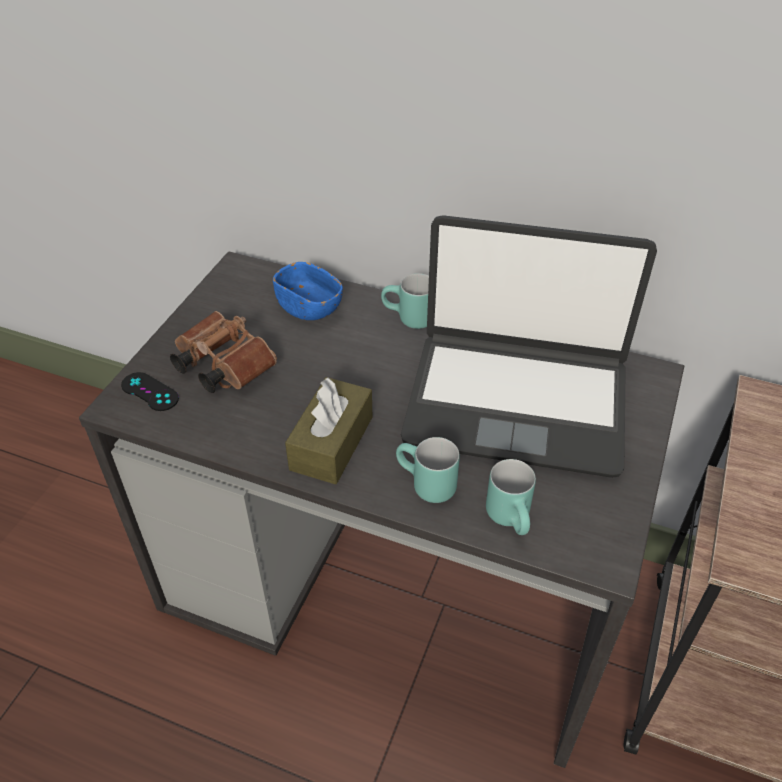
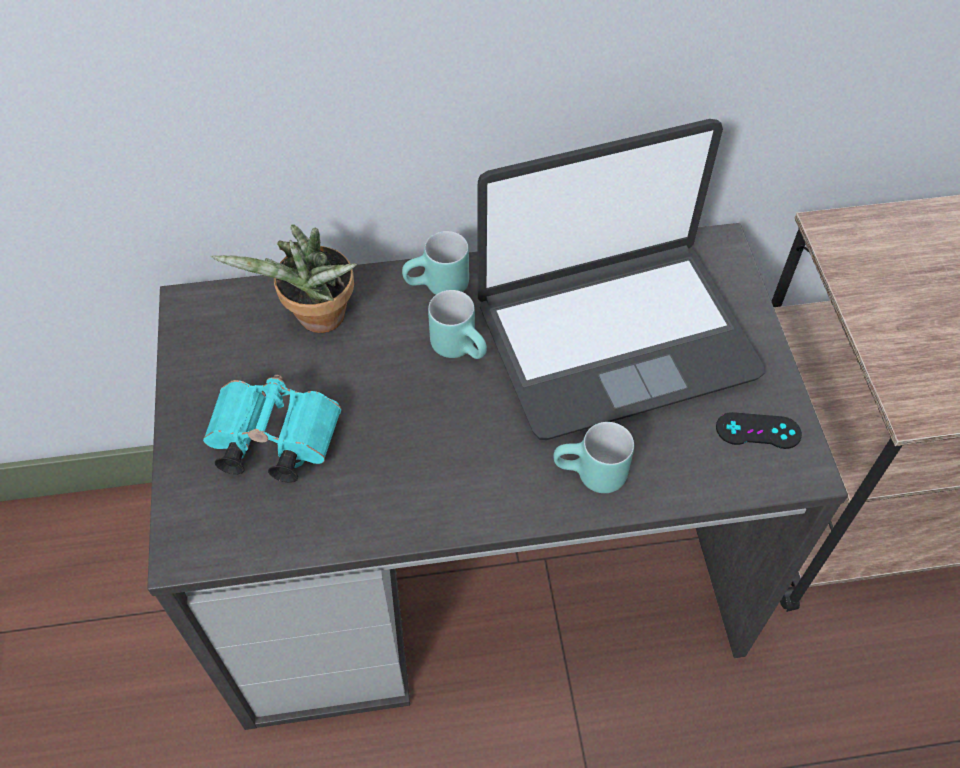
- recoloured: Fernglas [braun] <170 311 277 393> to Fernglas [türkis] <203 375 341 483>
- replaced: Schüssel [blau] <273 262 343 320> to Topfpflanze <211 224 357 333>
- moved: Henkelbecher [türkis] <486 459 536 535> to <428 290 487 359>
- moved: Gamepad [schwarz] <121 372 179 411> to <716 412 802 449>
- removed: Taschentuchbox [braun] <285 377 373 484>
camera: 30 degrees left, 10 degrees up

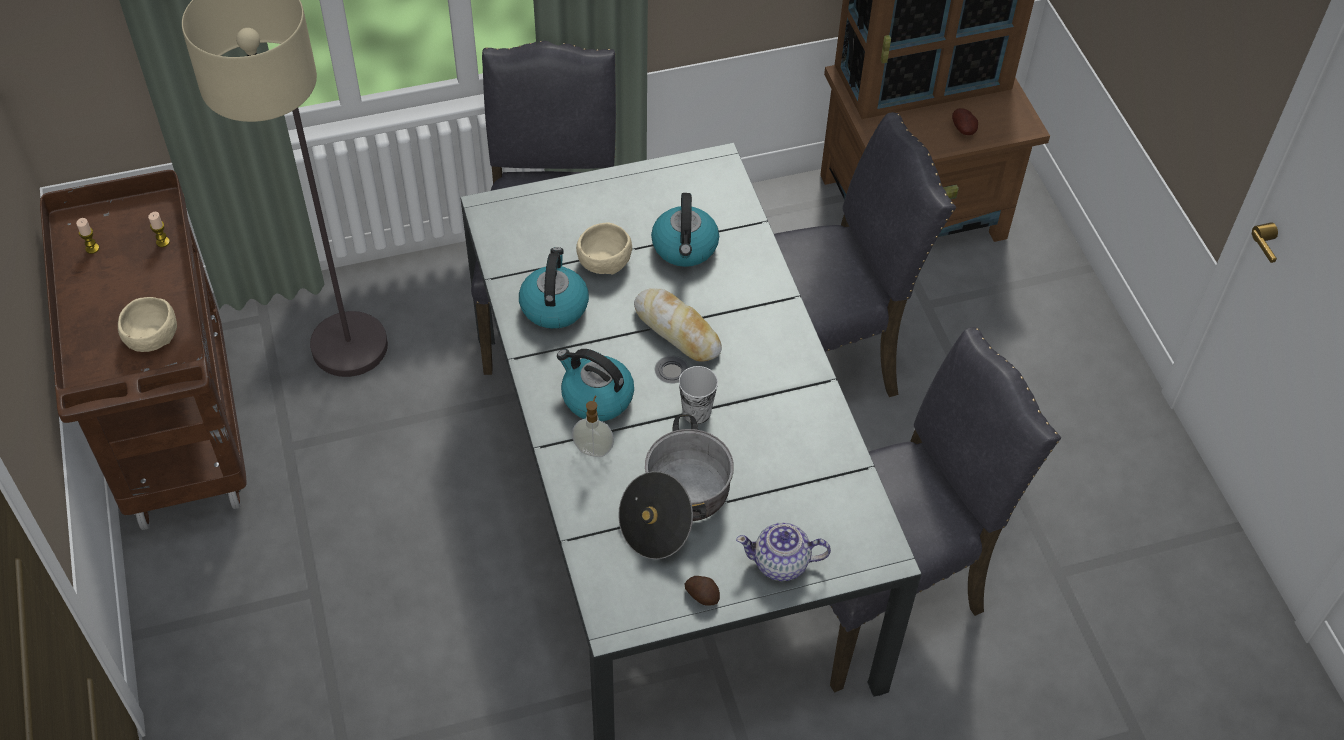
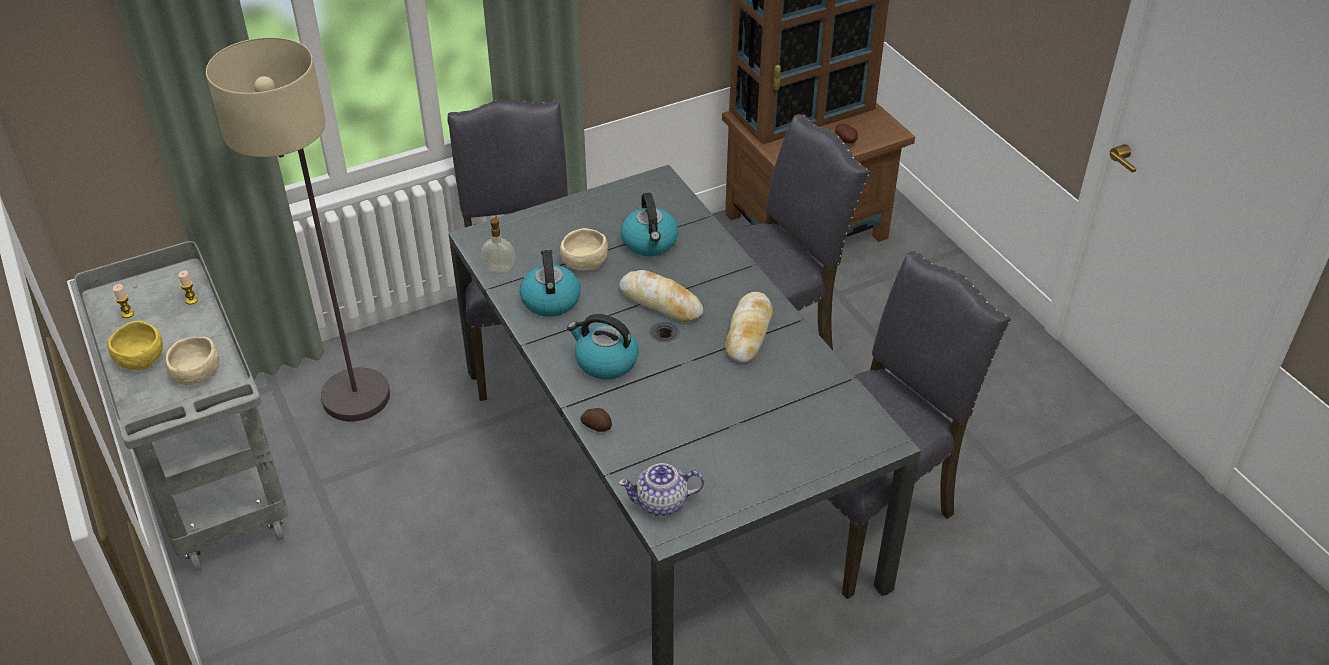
- recoloured: Rollwagen [braun] <40 170 247 530> to Rollwagen [grau] <74 241 289 571>
- added: Schüssel [gelb] <108 321 163 371>
- moved: Seifenspender <572 396 614 457> to <481 215 515 272>
- moved: Kartoffel <685 576 720 606> to <580 408 612 432>
- moved: Teekanne <736 522 831 581> to <618 463 704 516>
- added: Brot <725 292 773 363>
- removed: Kochtopf <618 414 734 559>
- removed: Tasse <679 366 718 424>
camera: 10 degrees left, 10 degrees down

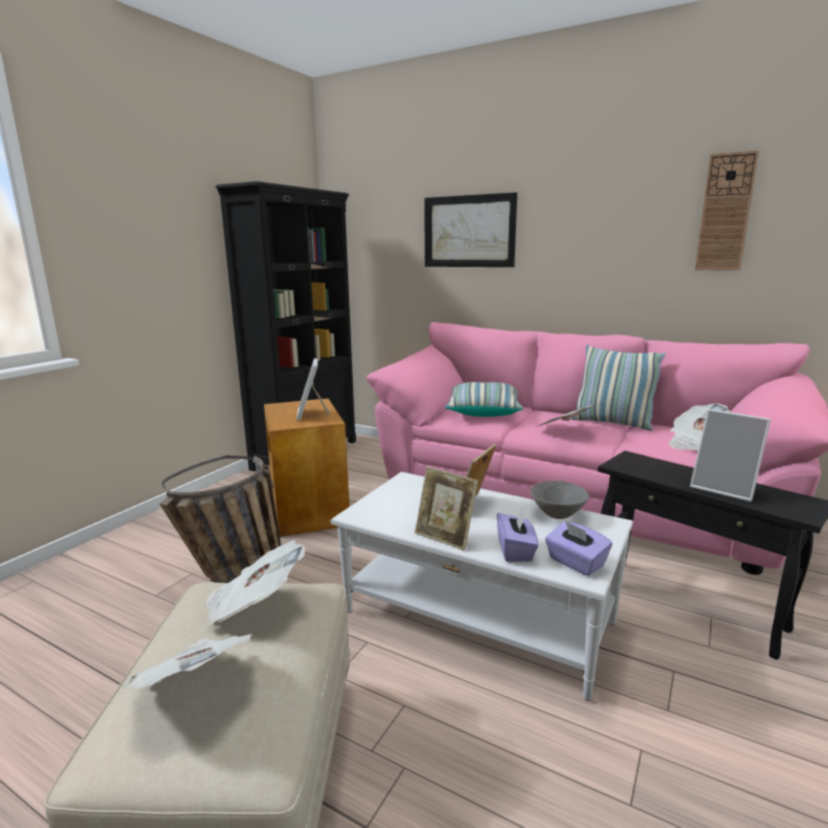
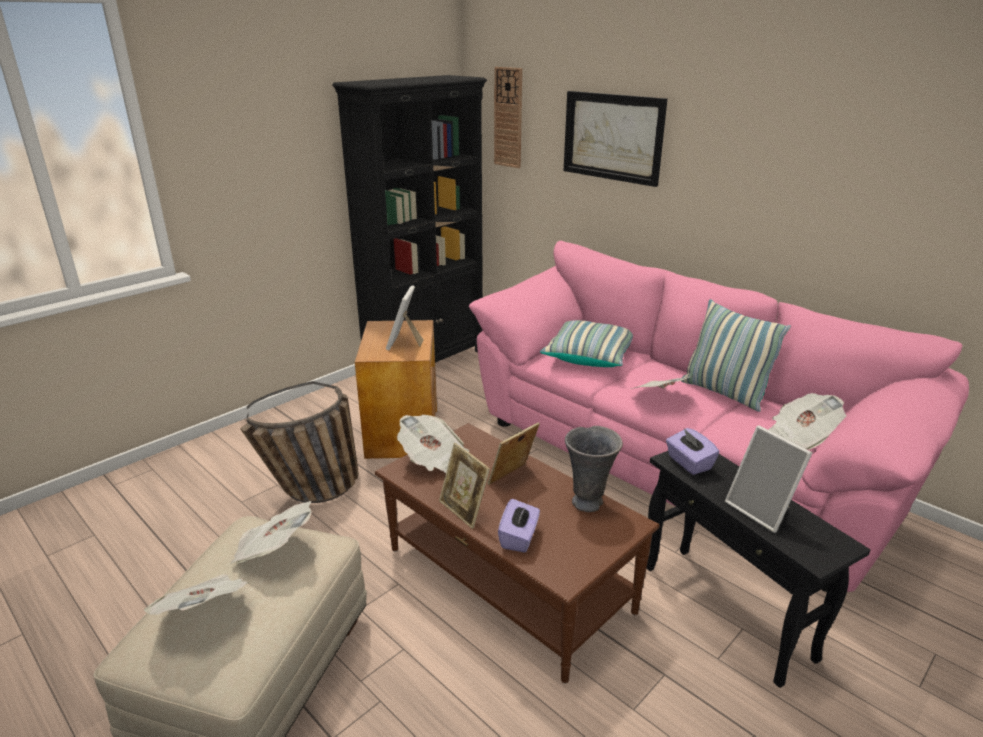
- recoloured: Couchtisch [weiß] <331 472 633 701> to Couchtisch [braun] <375 423 659 683>
- added: Zeitung <397 415 469 473>
- moved: Wanduhr <695 150 759 271> to <494 67 522 168>
- replaced: Schüssel [grau] <530 481 589 519> to Vase [grau] <565 426 623 512>
- moved: Taschentuchbox [lila] <545 521 612 576> to <666 428 720 475>
camera: 15 degrees right, 10 degrees up

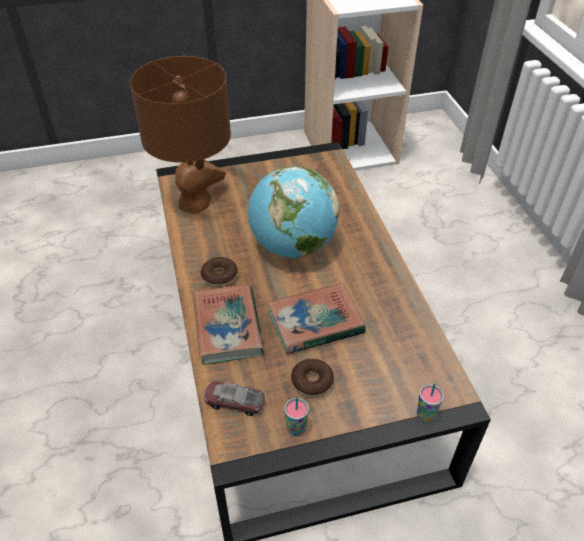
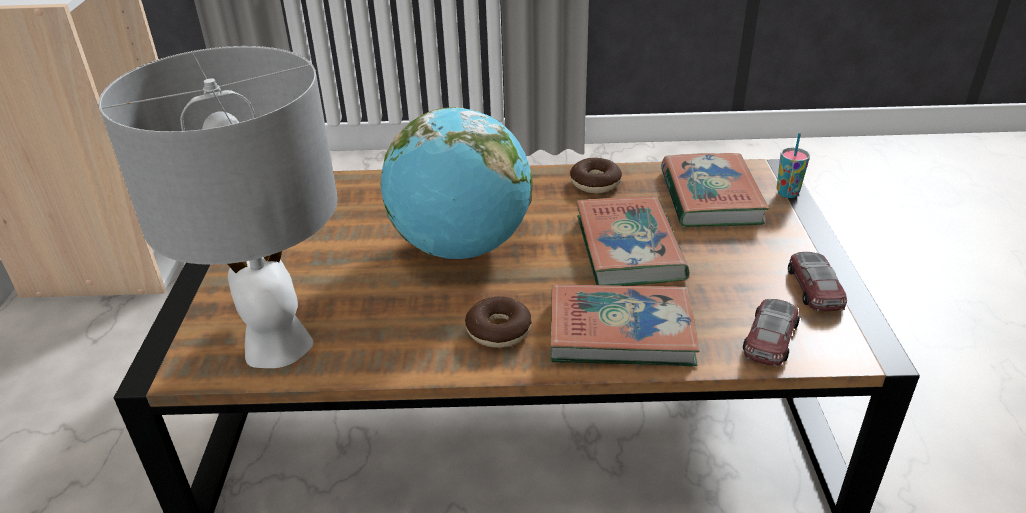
- recoloured: Tischlampe [braun] <130 56 231 214> to Tischlampe [grau] <99 46 338 368>
- moved: Donut <291 359 334 397> to <570 157 622 194>
- added: Buch <661 153 769 227>
- replaced: Tasse <285 397 309 436> to Spielzeugauto <788 252 847 311>
camera: 75 degrees left, 10 degrees down

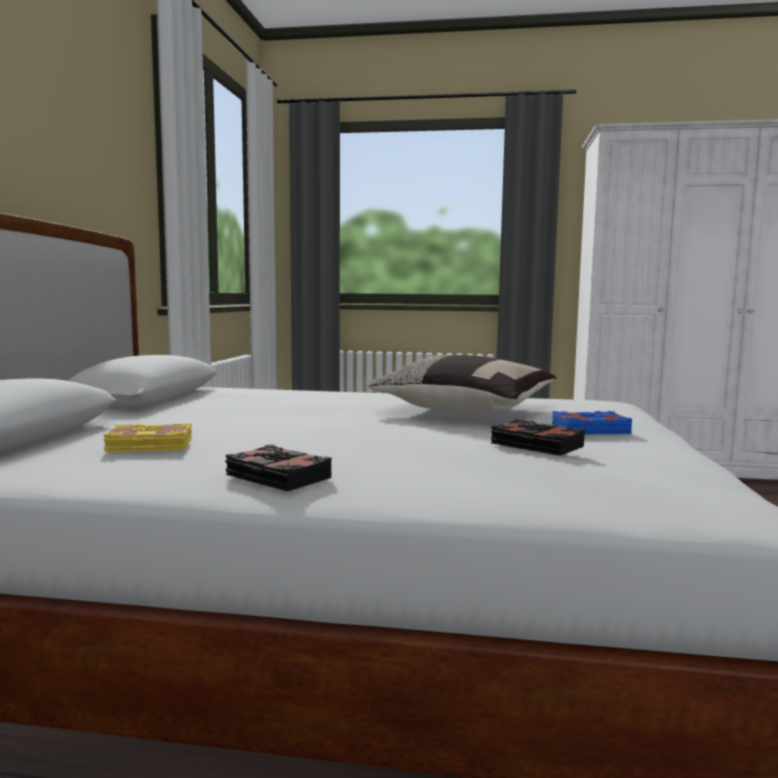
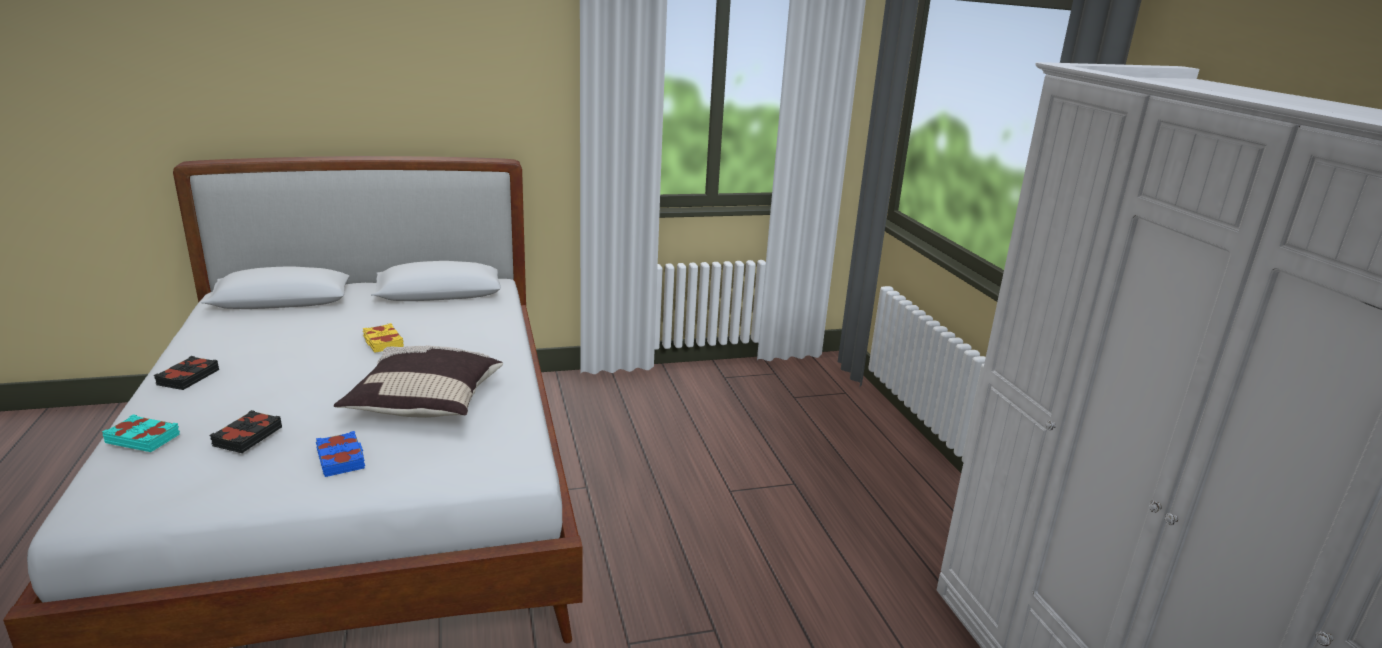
- added: Buch [türkis] <102 414 180 452>
- moved: Buch [gelb] <104 423 192 452> to <363 323 404 353>
camera: 65 degrees right, 15 degrees up

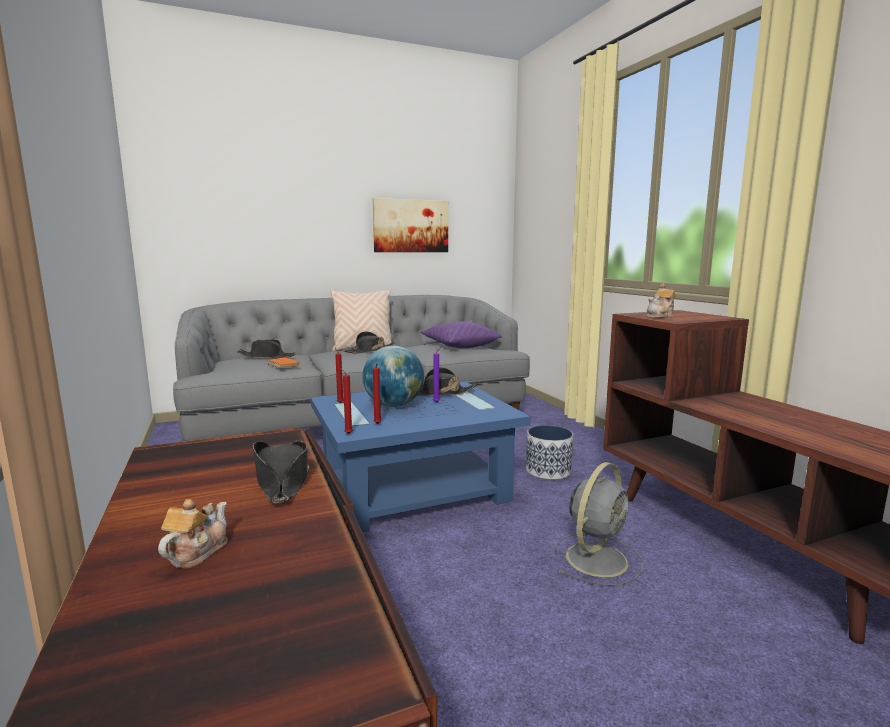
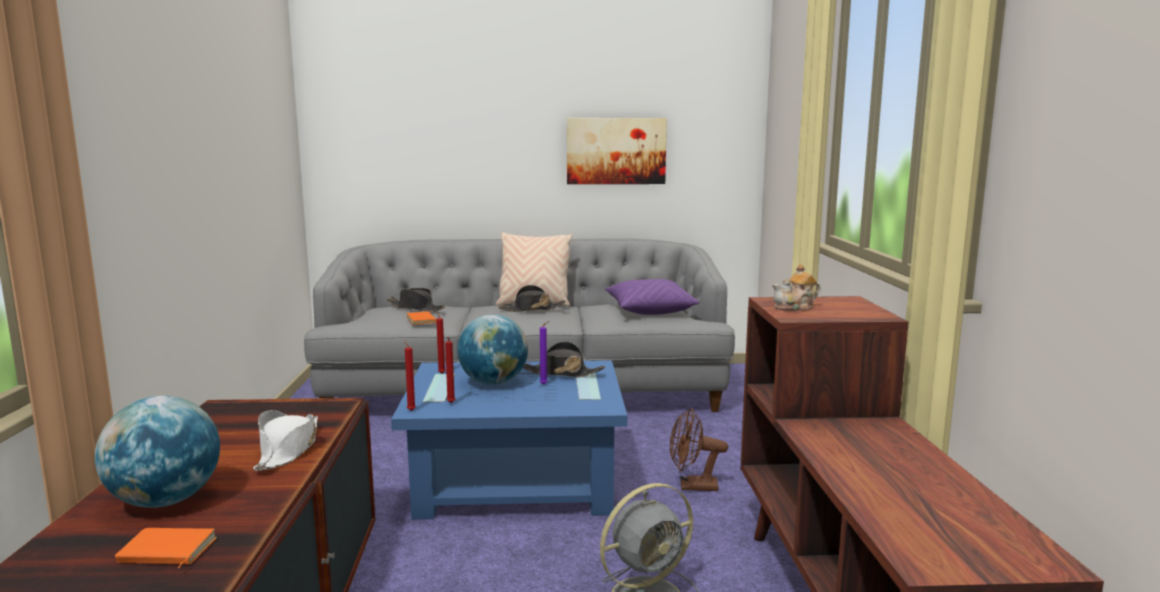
- replaced: Teekanne <158 499 228 568> to Globus <95 396 220 508>
- added: Buch [orange] <115 528 217 568>
- recoloured: Hut [schwarz] <253 441 309 503> to Hut [weiß] <253 410 318 471>
- replaced: Pflanzkübel <526 425 574 480> to Ventilator [braun] <670 408 728 491>
camera: 20 degrees right, 0 degrees up

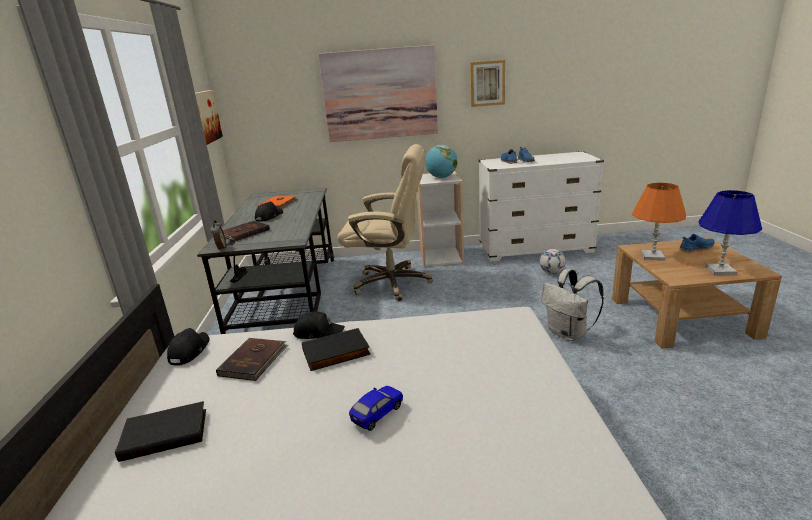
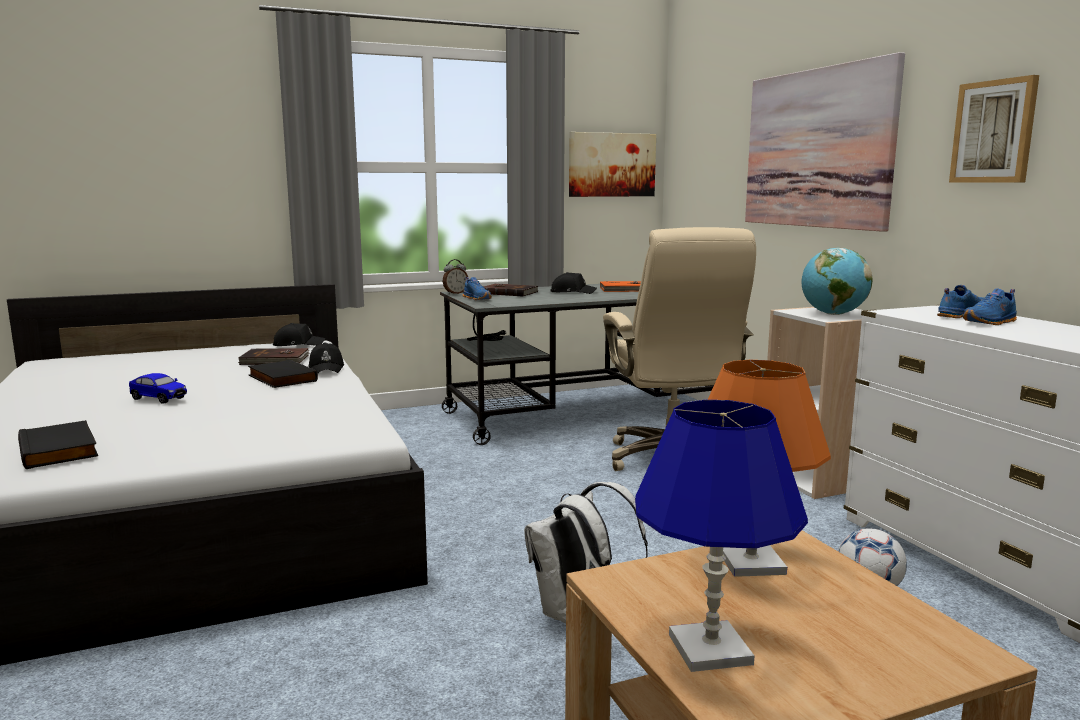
- moved: Buch [schwarz] <115 401 206 462> to <18 420 98 469>
- moved: Schuh [blau] <679 234 715 253> to <462 277 492 300>
camera: 70 degrees right, 10 degrees down

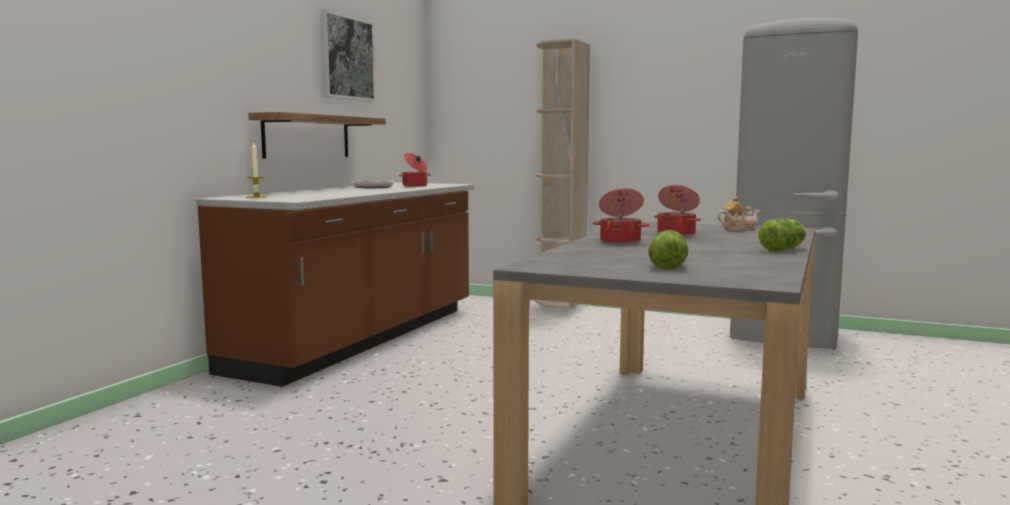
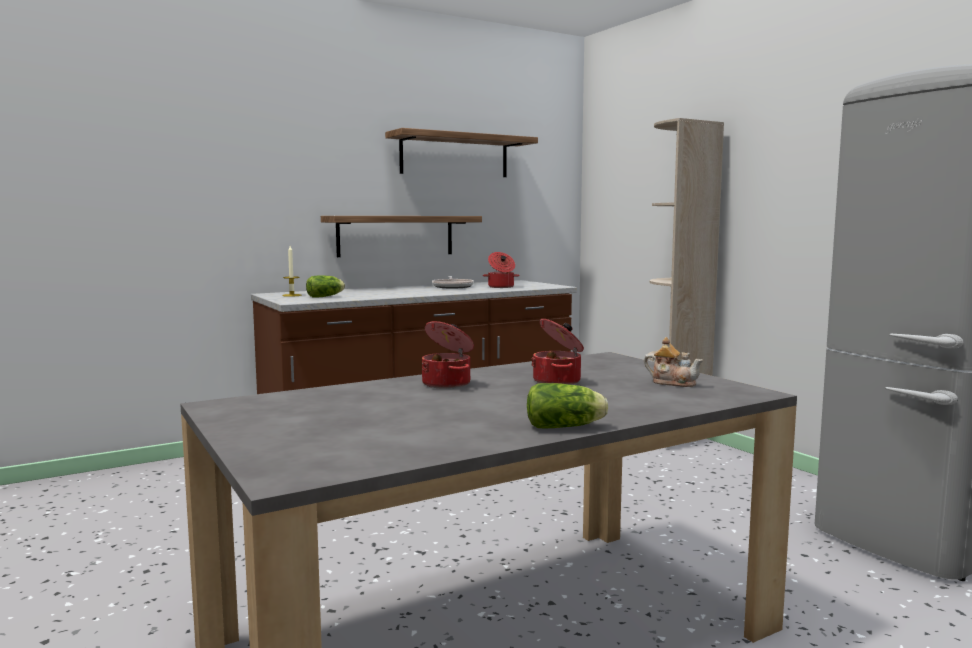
- moved: Salatkopf <649 230 688 270> to <306 275 345 298>
- replaced: Bild <320 9 376 102> to Wandregal <385 128 538 177>
camera: 35 degrees right, 0 degrees up

